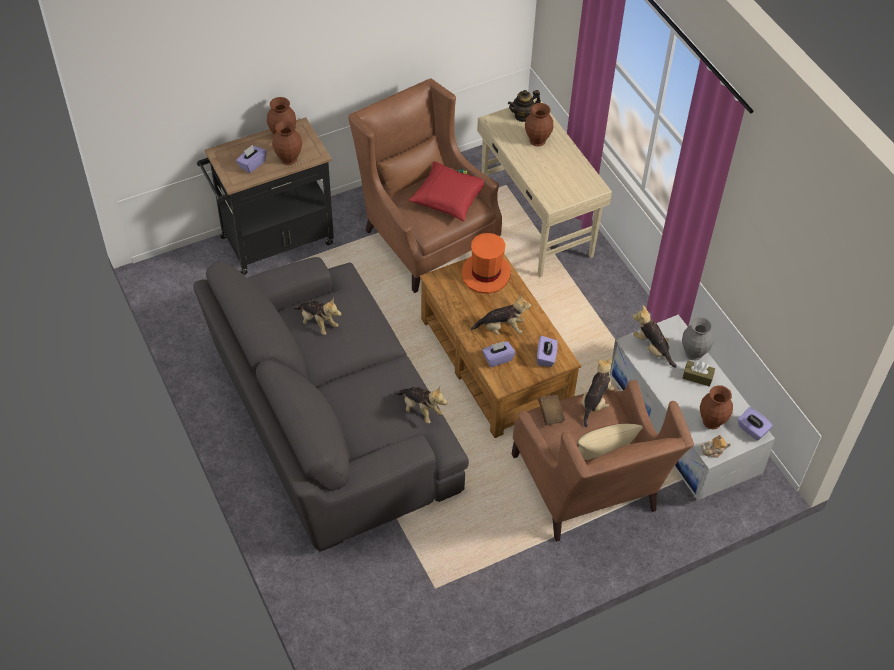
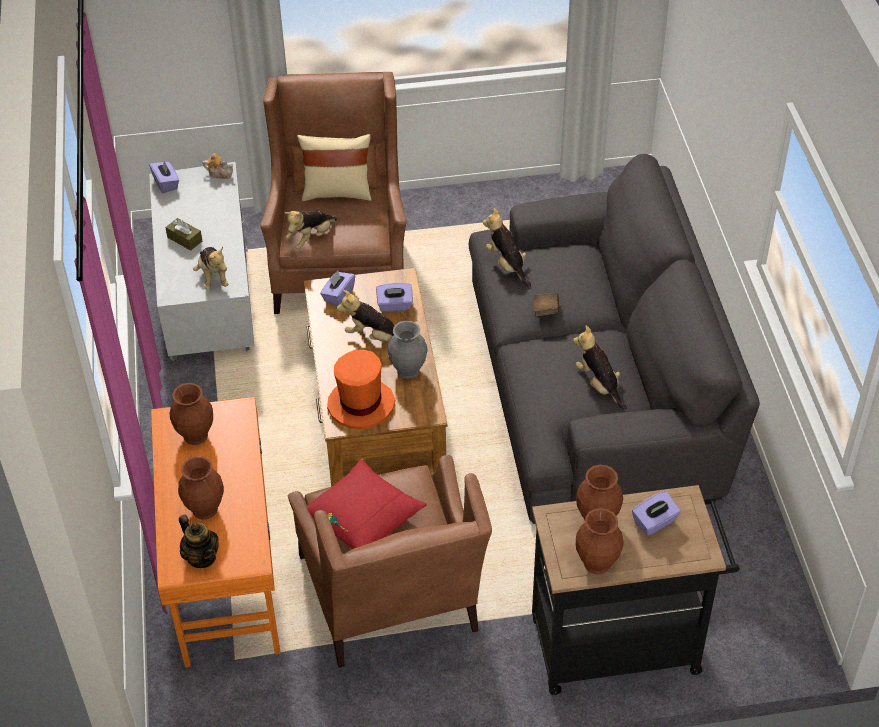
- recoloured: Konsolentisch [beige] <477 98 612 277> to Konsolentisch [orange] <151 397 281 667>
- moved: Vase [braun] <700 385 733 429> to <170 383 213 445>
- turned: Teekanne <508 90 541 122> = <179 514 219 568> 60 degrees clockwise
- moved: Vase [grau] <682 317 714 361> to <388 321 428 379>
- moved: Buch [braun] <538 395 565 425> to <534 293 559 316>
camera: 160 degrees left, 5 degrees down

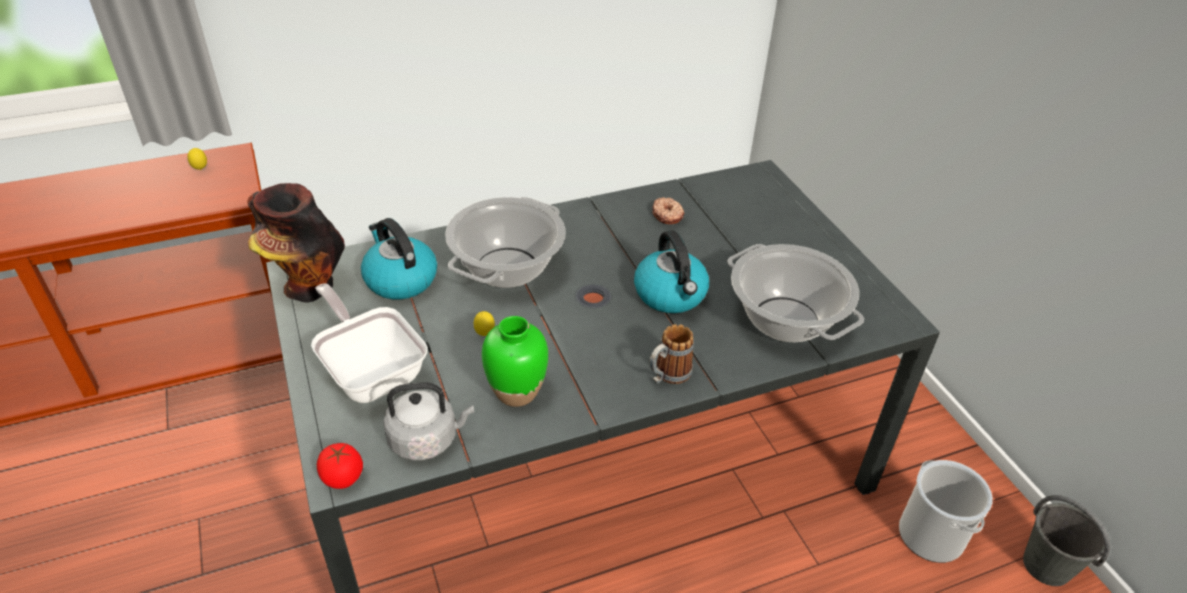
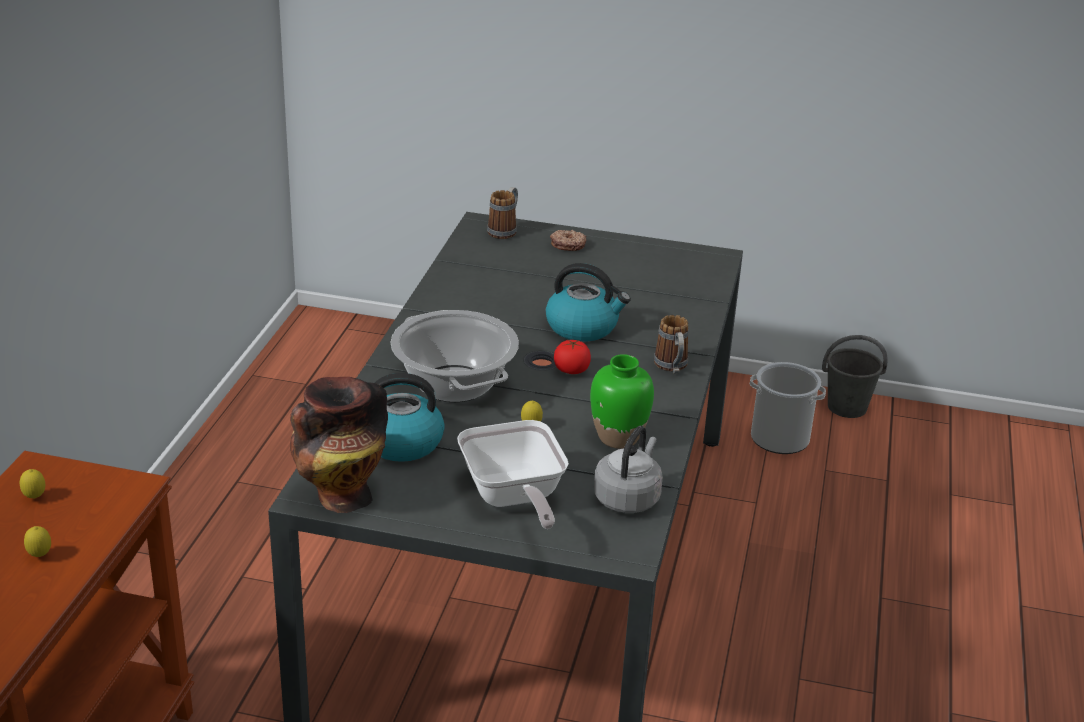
- added: Zitrone <24 526 51 557>
- turned: Pfanne <311 283 428 403> = <457 420 569 529> 105 degrees counterclockwise
- added: Henkelbecher <487 187 518 239>
- moved: Donut <653 197 685 224> to <550 230 586 251>
- moved: Tomate <317 443 363 489> to <554 340 591 374>
- removed: Kochtopf <727 244 864 342>
camera: 55 degrees left, 10 degrees down

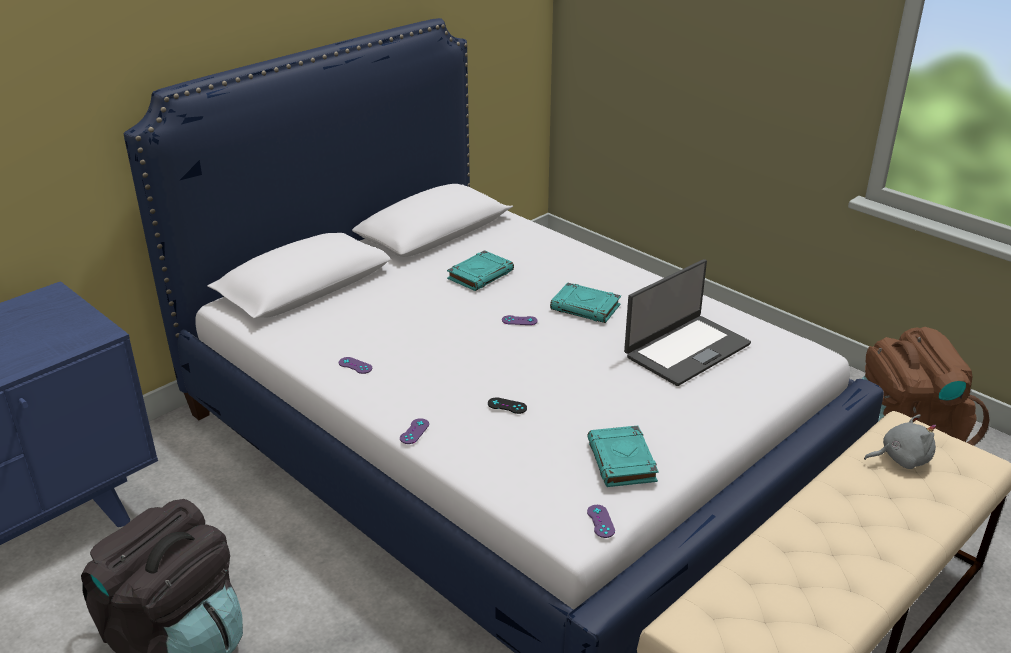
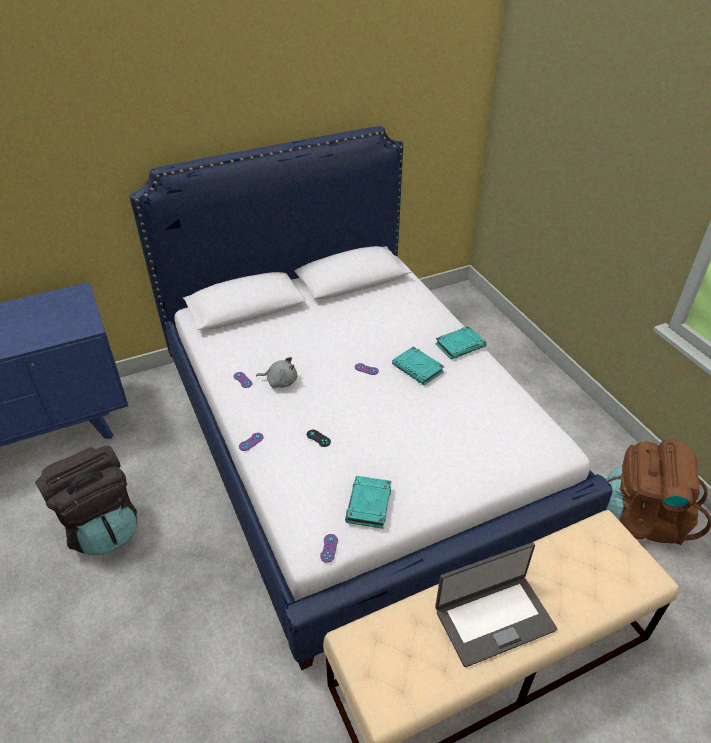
- moved: Plüschtier [grau] <864 414 936 469> to <256 357 297 388>
- moved: Buch [türkis] <447 250 514 291> to <435 326 486 360>
- moved: Laptop <624 259 751 386> to <435 542 557 667>
camera: 20 degrees right, 10 degrees up

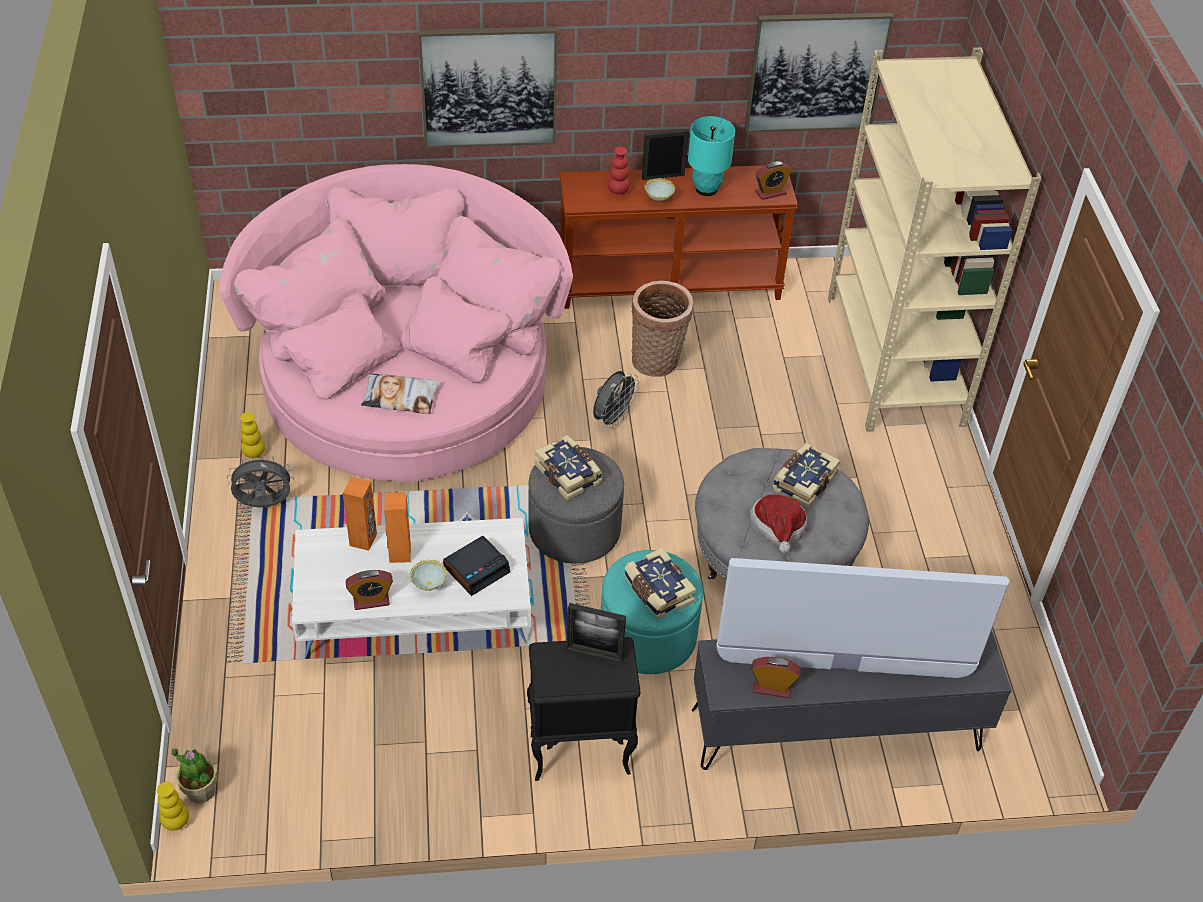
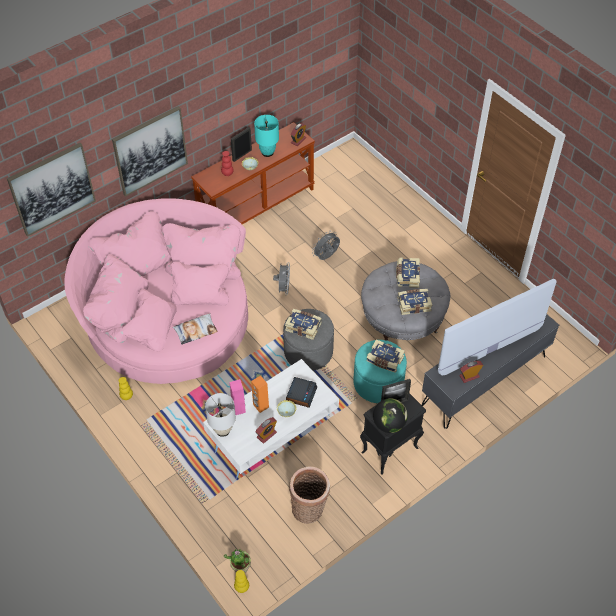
- moved: Bild <744 13 894 133> to <7 143 96 237>
- added: Tischlampe [weiß] <205 393 236 437>
- recoloured: Lautsprecher [orange] <343 477 377 551> to Lautsprecher [rosa] <229 379 246 415>
- moved: Korb <631 281 693 377> to <289 466 330 524>
- moved: Ventilator [grau] <227 455 294 508> to <312 232 340 260>
- added: Globus <373 398 408 433>
- replaced: Hut <750 495 807 553> to Buch <397 289 432 315>
- removed: Bücherregal [beige] <828 48 1041 432>
camera: 30 degrees left, 5 degrees up

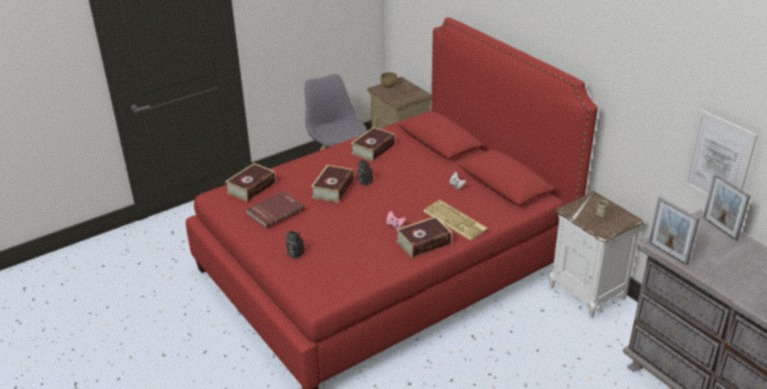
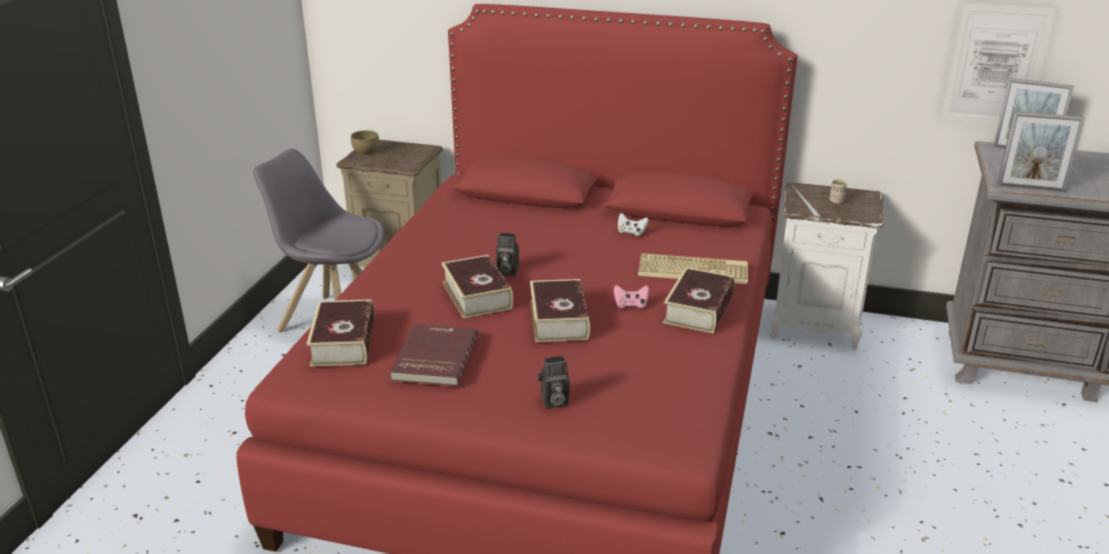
- moved: Buch <351 127 395 161> to <530 279 590 342>
camera: 40 degrees left, 5 degrees down

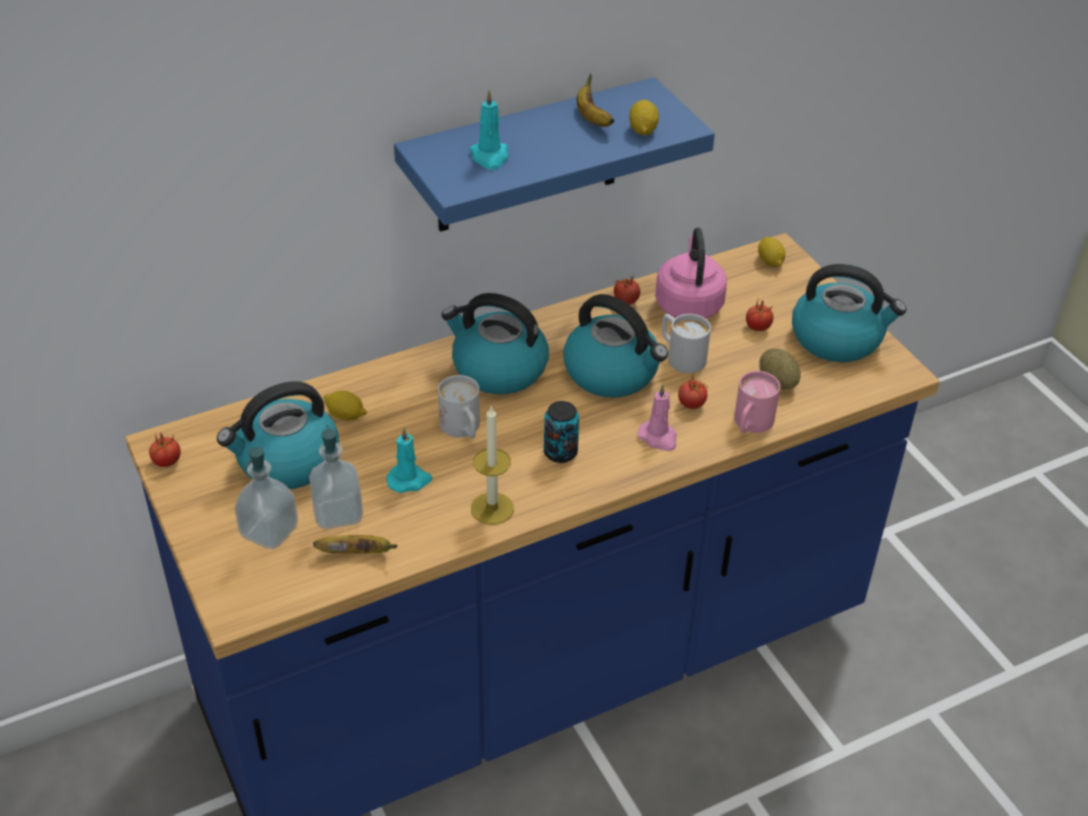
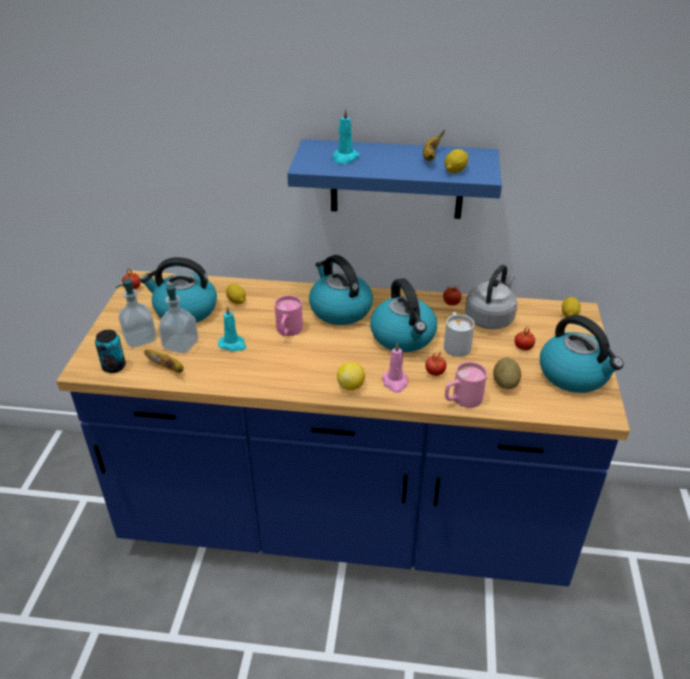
- moved: Dose <544 401 579 463> to <95 330 126 373>
- recoloured: Henkelbecher [weiß] <438 375 480 438> to Henkelbecher [rosa] <275 295 303 336>
- added: Zitrone <337 362 365 390>
- recoloured: Wasserkessel [rosa] <655 228 727 319> to Wasserkessel [grau] <465 265 517 329>
- removed: Kerze <471 405 514 525>
camera: 35 degrees right, 5 degrees down

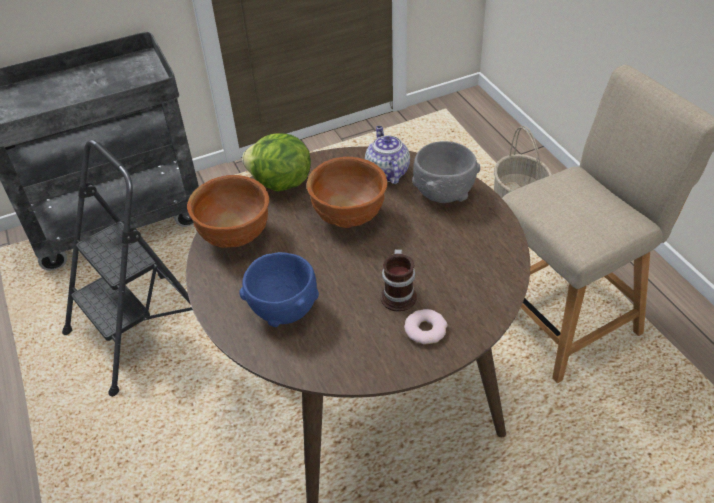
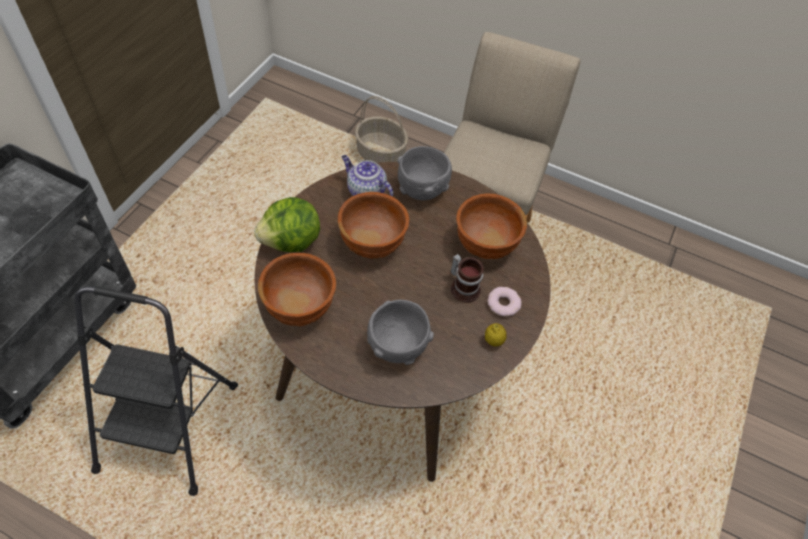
- recoloured: Schüssel [blau] <239 252 319 327> to Schüssel [grau] <367 300 434 365>
- added: Schüssel [braun] <456 193 527 259>
- added: Zitrone <485 323 507 347>
camera: 45 degrees left, 10 degrees up

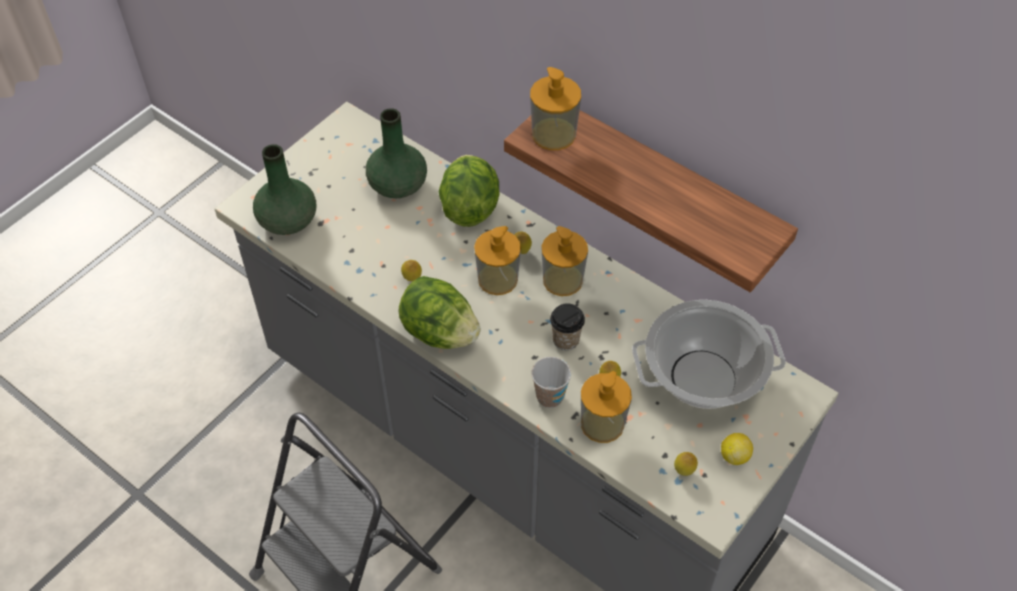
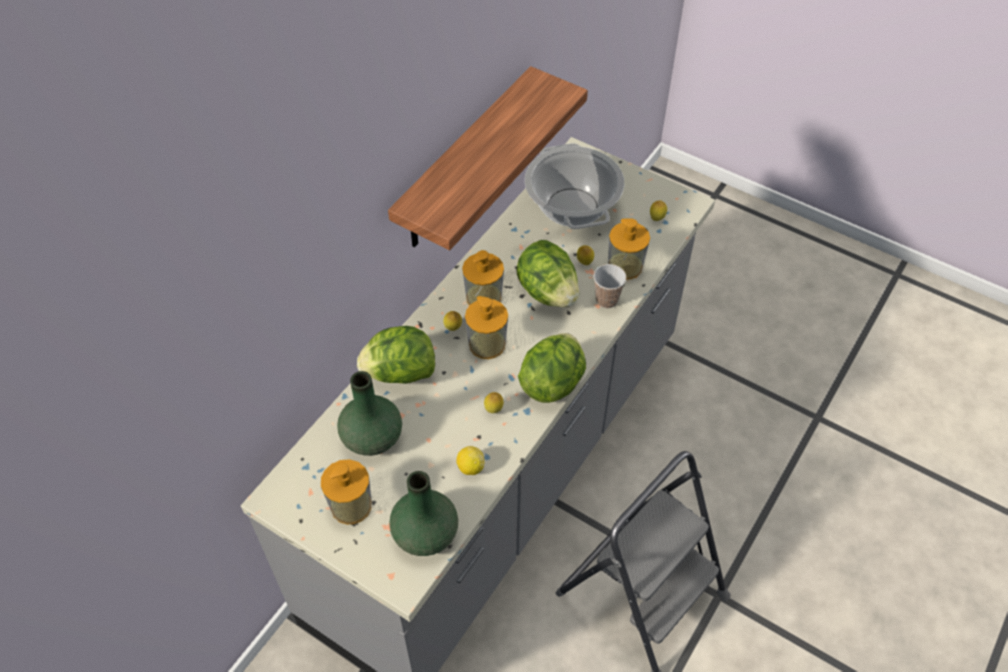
- moved: Seifenspender <530 67 581 150> to <321 459 372 525>
- moved: Zitrone <721 433 753 465> to <456 446 484 475>
- replaced: Tasse <550 303 585 350> to Salatkopf <516 240 579 307>
camera: 95 degrees left, 0 degrees up

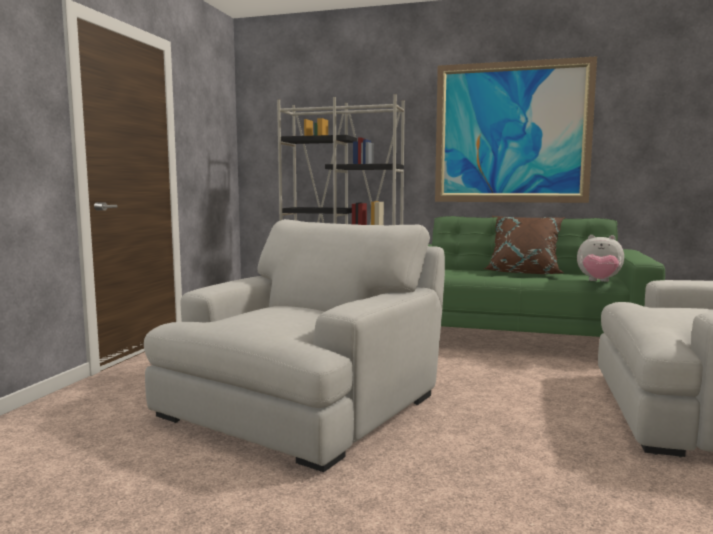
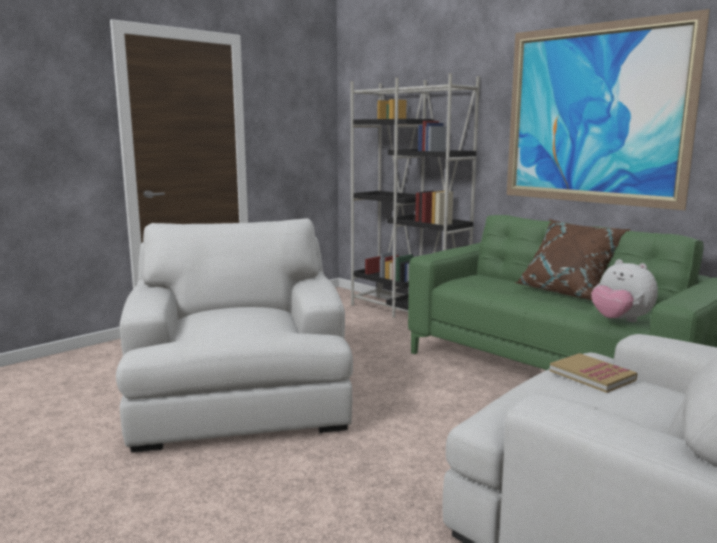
- turned: Sessel [weiß] <144 219 445 472> = <116 218 353 452> 75 degrees counterclockwise
- added: Buch <550 353 638 393>
camera: 30 degrees right, 5 degrees up

